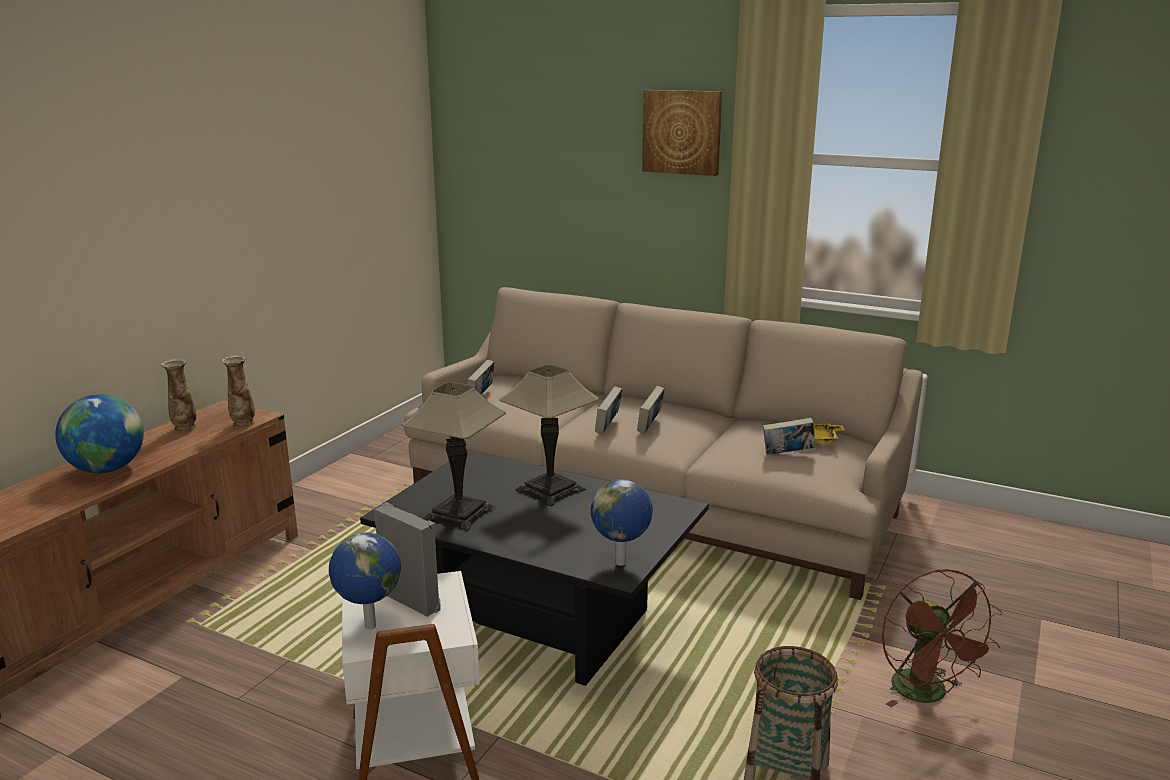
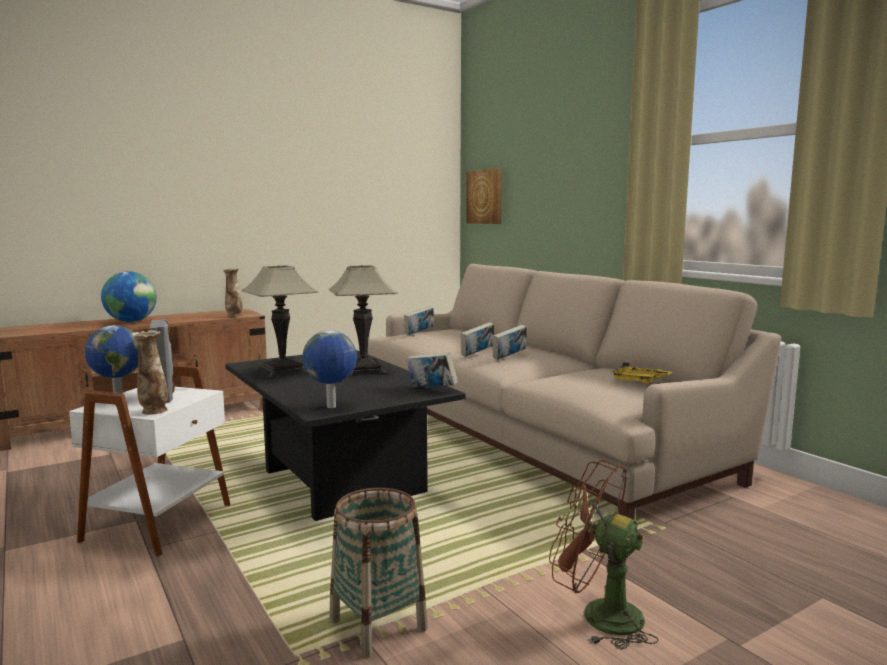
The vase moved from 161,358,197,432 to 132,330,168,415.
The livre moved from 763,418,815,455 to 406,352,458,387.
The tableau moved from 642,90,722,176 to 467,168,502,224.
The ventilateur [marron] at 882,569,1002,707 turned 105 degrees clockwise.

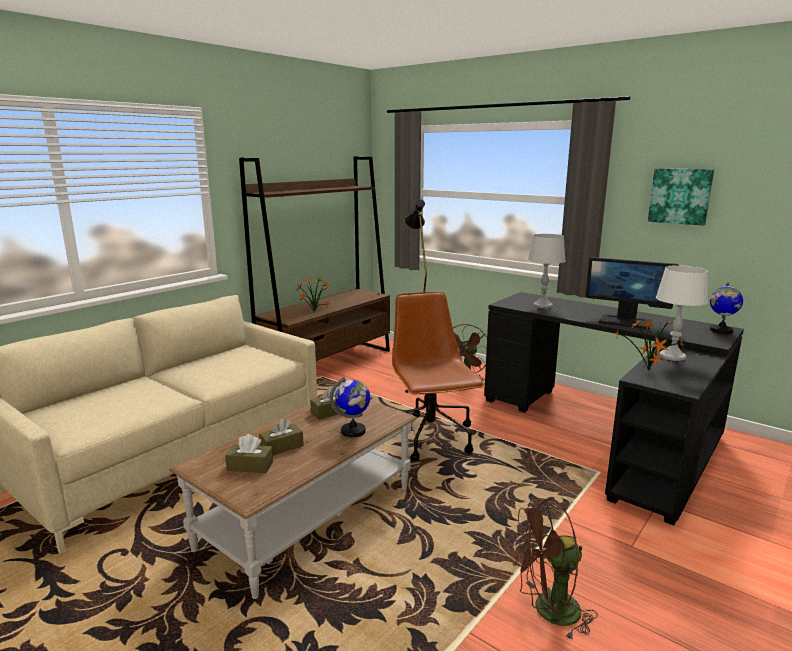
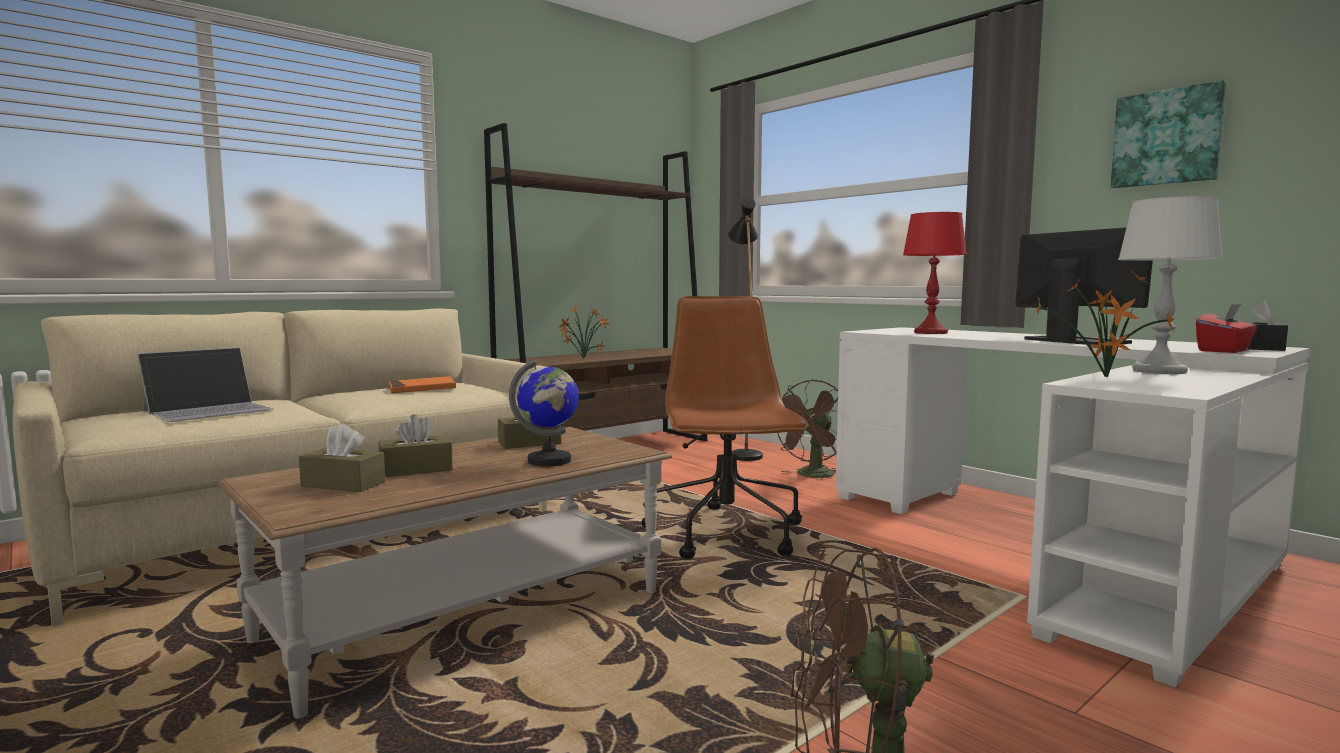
The ordinateur portable at 137,347,273,422 appeared.
The livre [orange] at 388,376,456,393 appeared.
The bureau [noir] at 484,292,744,525 became the bureau [blanc] at 835,327,1310,687.
The lampe de table [gris] at 528,234,566,309 became the lampe de table [rouge] at 903,212,966,334.
The écran d'ordinateur at 586,257,679,329 turned 150 degrees counterclockwise.
The boîte à mouchoirs [rouge] at 1196,304,1257,353 appeared.
The globe at 710,282,743,334 was replaced by the boîte à mouchoirs [noir] at 1245,300,1288,351.

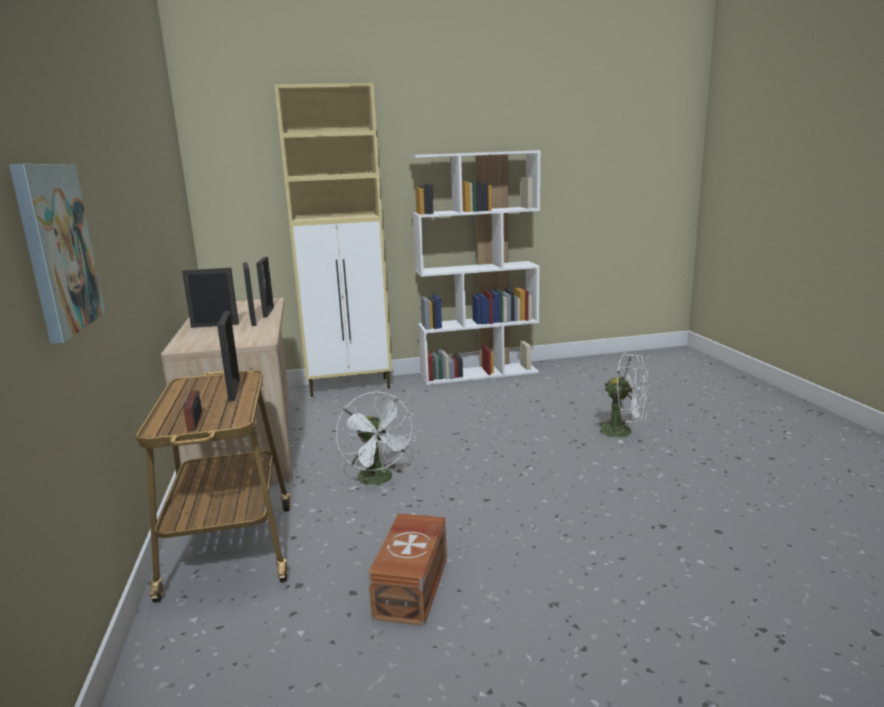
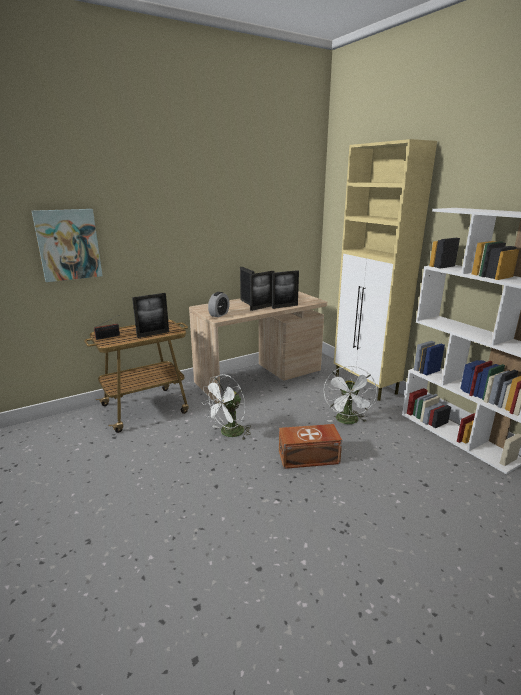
The réveil at 208,292,230,317 appeared.
The boîte de rangement [marron] moved from 368,513,447,626 to 279,424,342,469.
The ventilateur [blanc] moved from 593,353,650,443 to 324,366,377,424.

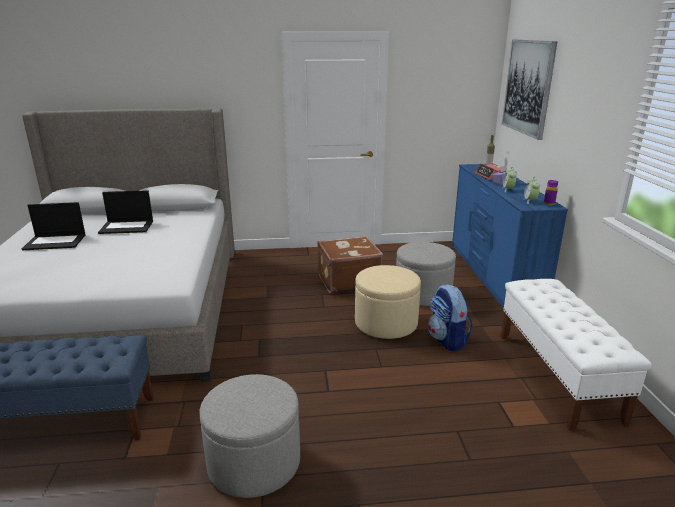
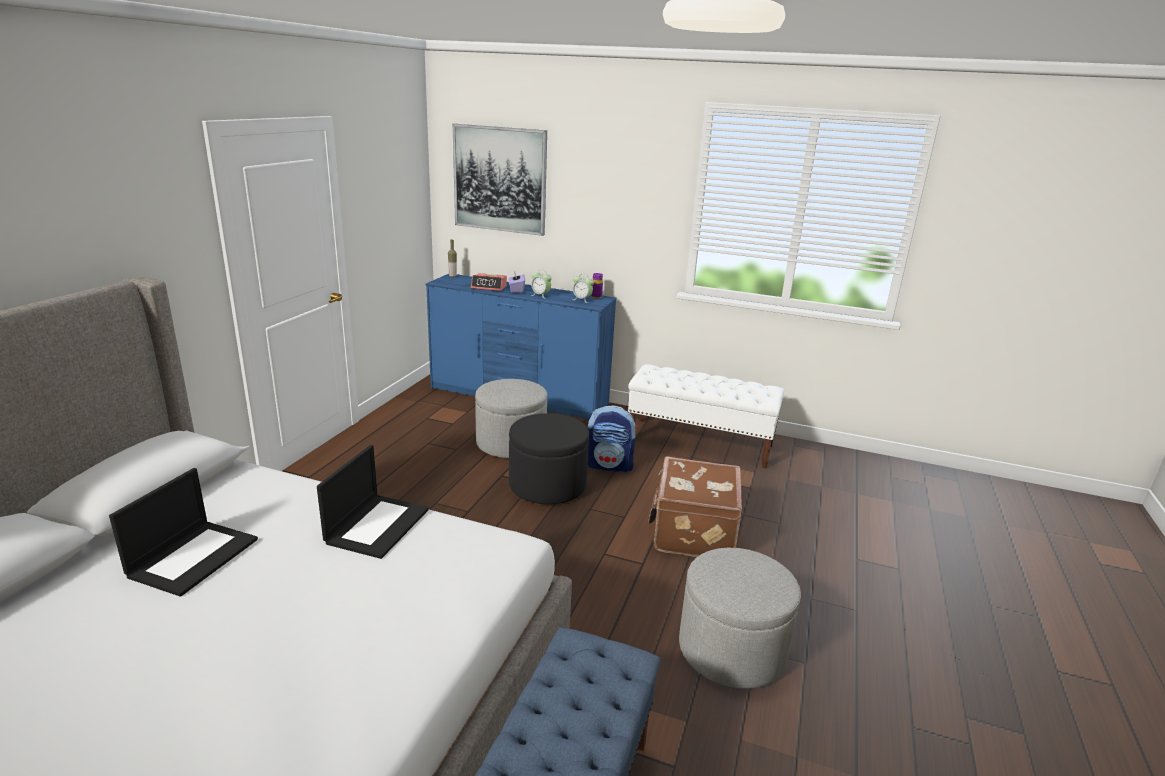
The ordinateur portable moved from 22,202,85,250 to 317,445,429,559.
The pouf [beige] at 355,265,421,339 became the pouf [noir] at 509,413,589,504.
The valise [marron] moved from 317,236,383,294 to 648,457,742,557.

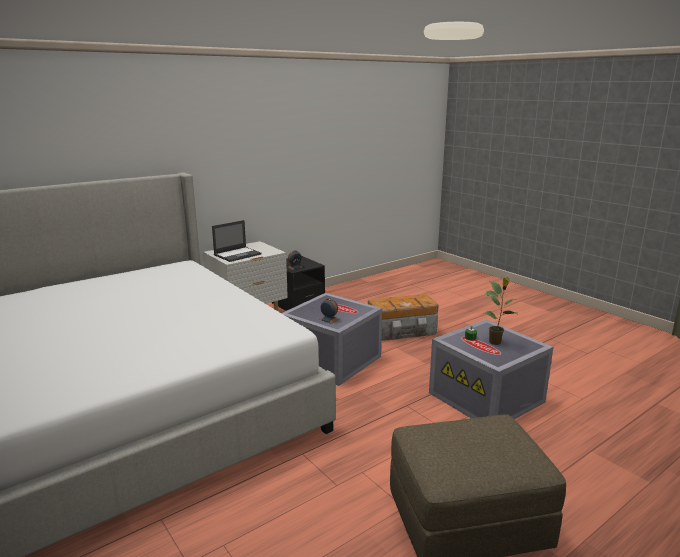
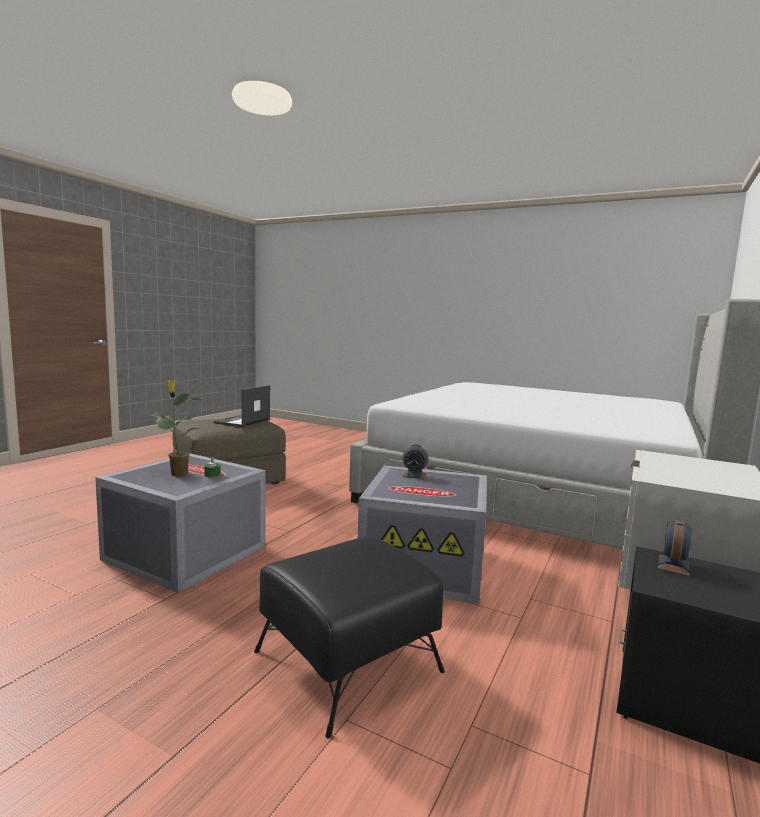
The ordinateur portable moved from 212,220,262,262 to 214,385,270,427.
The boîte de rangement at 368,294,439,341 was replaced by the pouf [noir] at 254,536,445,739.

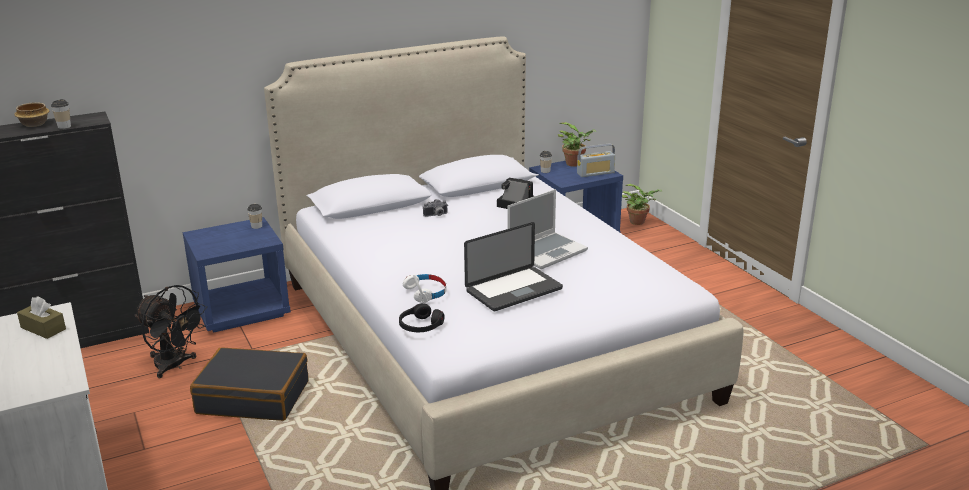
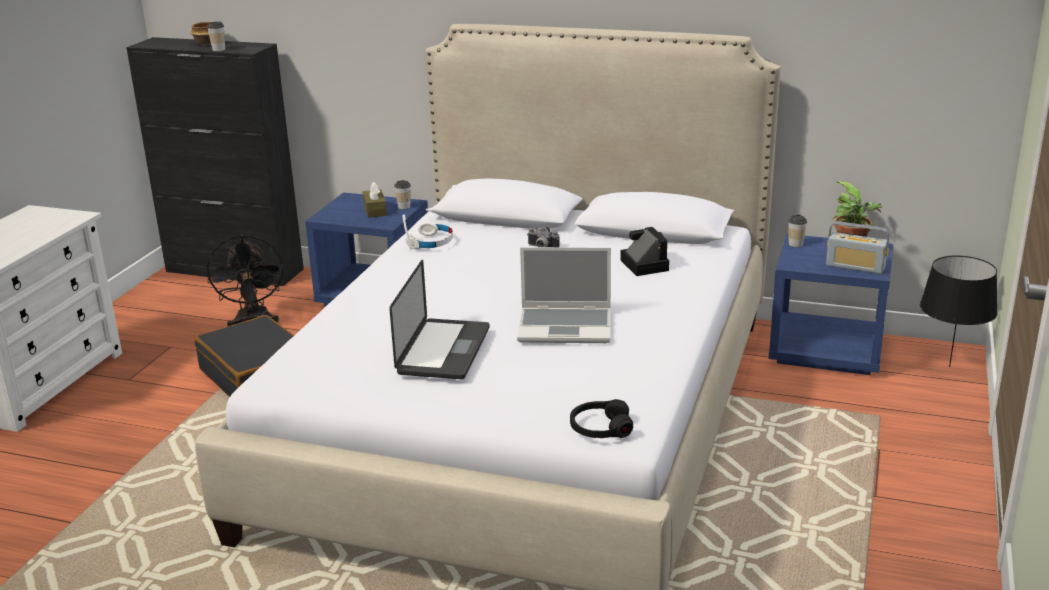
The boîte à mouchoirs [marron] moved from 17,296,66,339 to 363,182,387,218.
The ordinateur portable at 464,222,563,311 turned 90 degrees counterclockwise.
The casque audio [blanc] moved from 403,274,447,303 to 403,215,453,249.
The casque audio [noir] moved from 399,303,444,332 to 570,399,633,438.
The plante en pot at 622,184,662,225 was replaced by the lampe de table [noir] at 920,256,998,367.

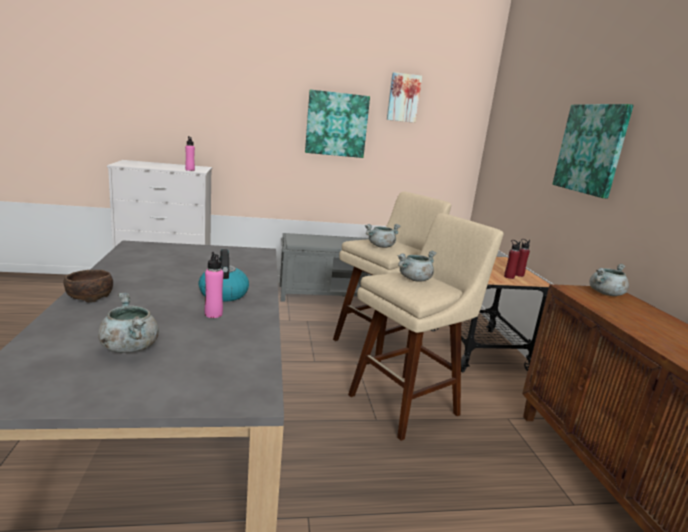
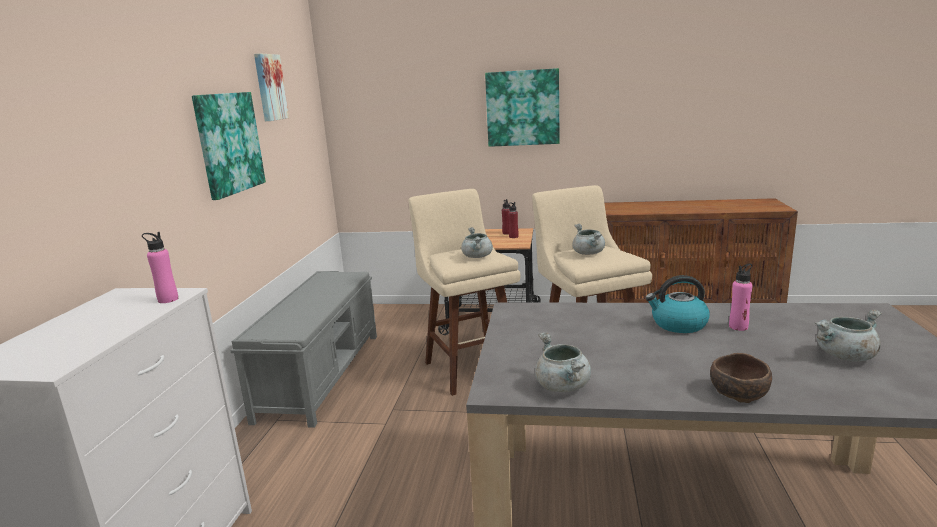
The marmite [gris] moved from 589,264,629,296 to 535,332,591,392.

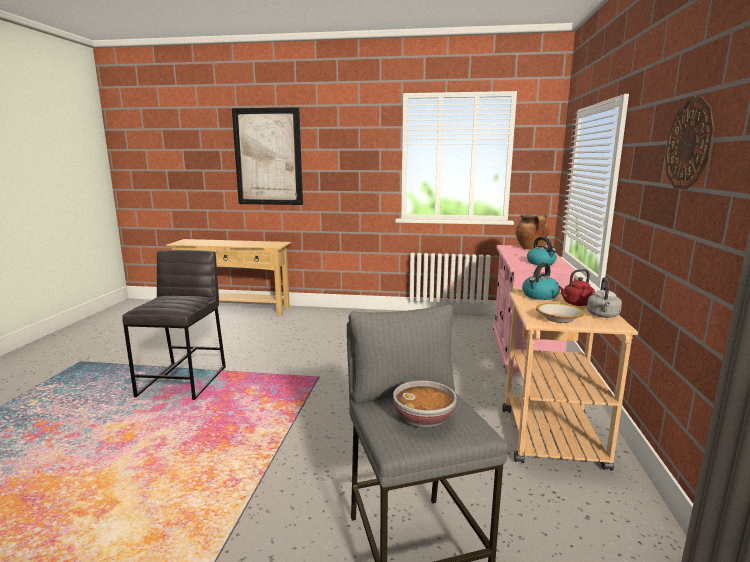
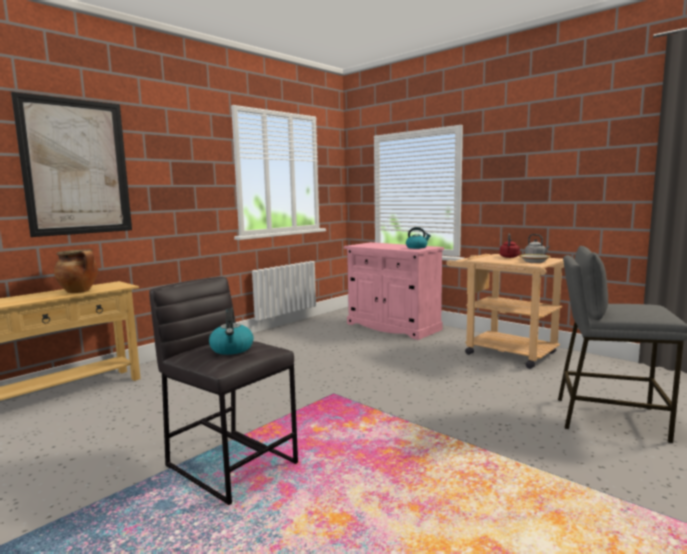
The marmite moved from 516,214,549,249 to 54,249,98,293.
The bouilloire moved from 522,263,560,300 to 209,308,254,355.
The bol at 393,380,457,428 disappeared.
The horloge murale at 665,96,714,190 disappeared.

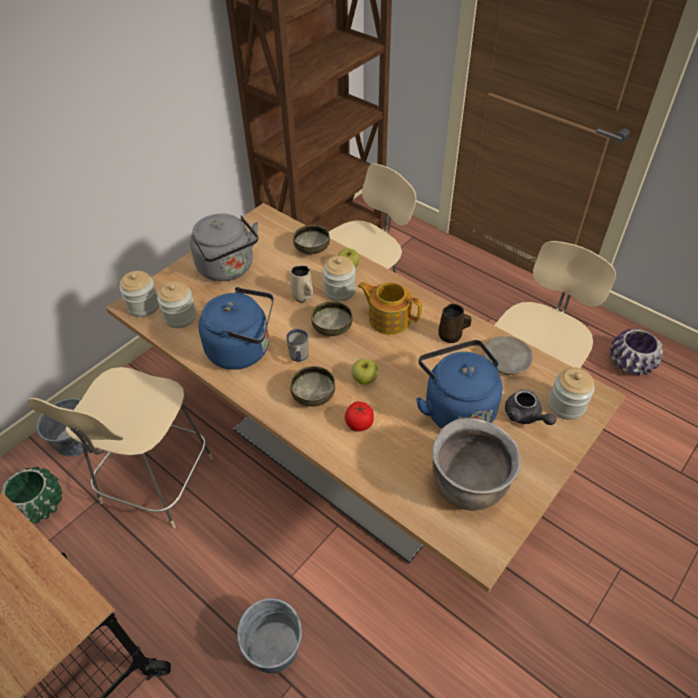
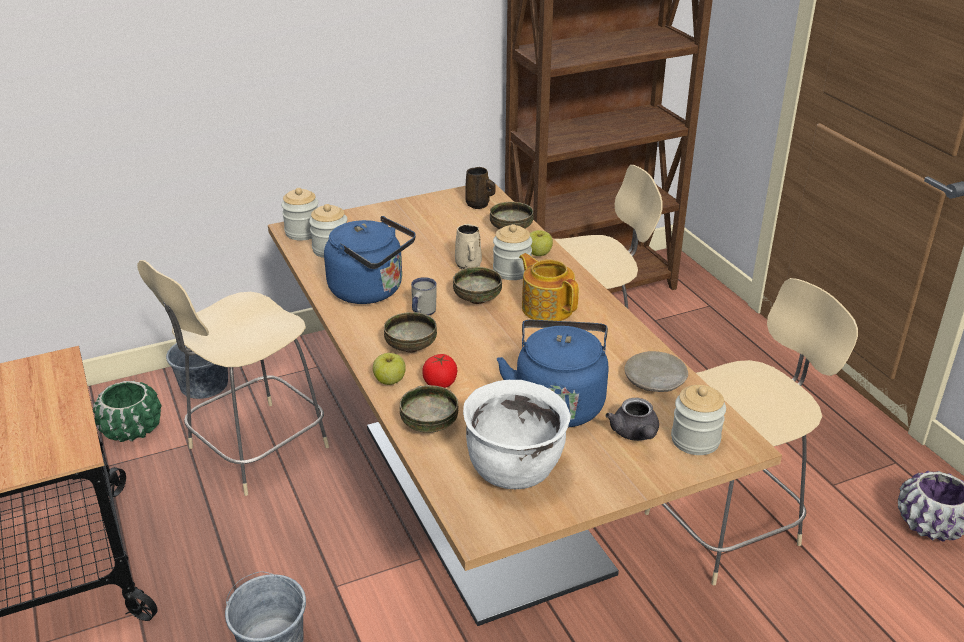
The pomme moved from 352,359,378,384 to 373,353,406,385.
The bol at 400,385,458,433 appeared.
The marmite [marron] at 432,418,521,511 became the marmite [blanc] at 463,380,571,489.
The mug [marron] moved from 438,304,471,343 to 465,167,496,209.
The bouilloire [gris] at 190,213,259,281 disappeared.

